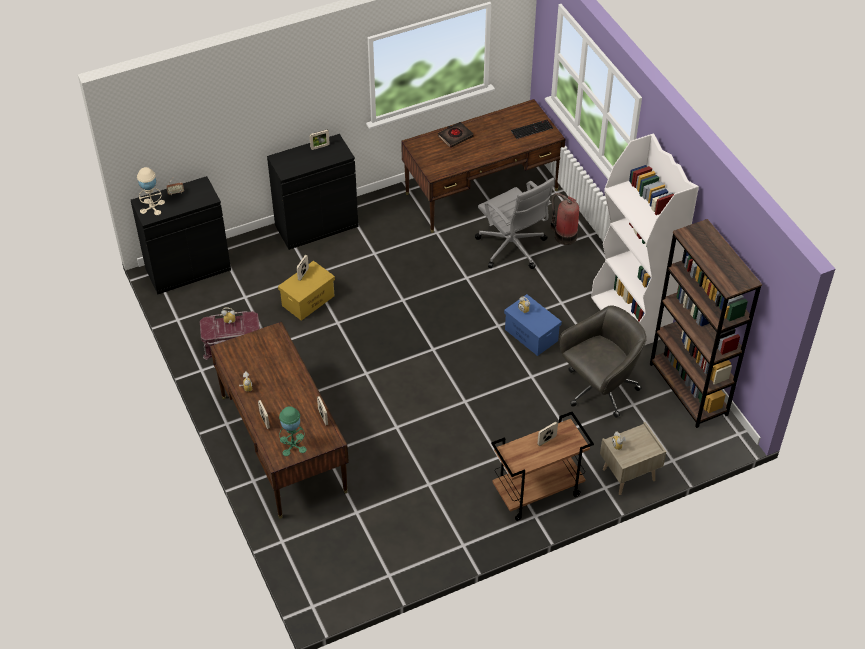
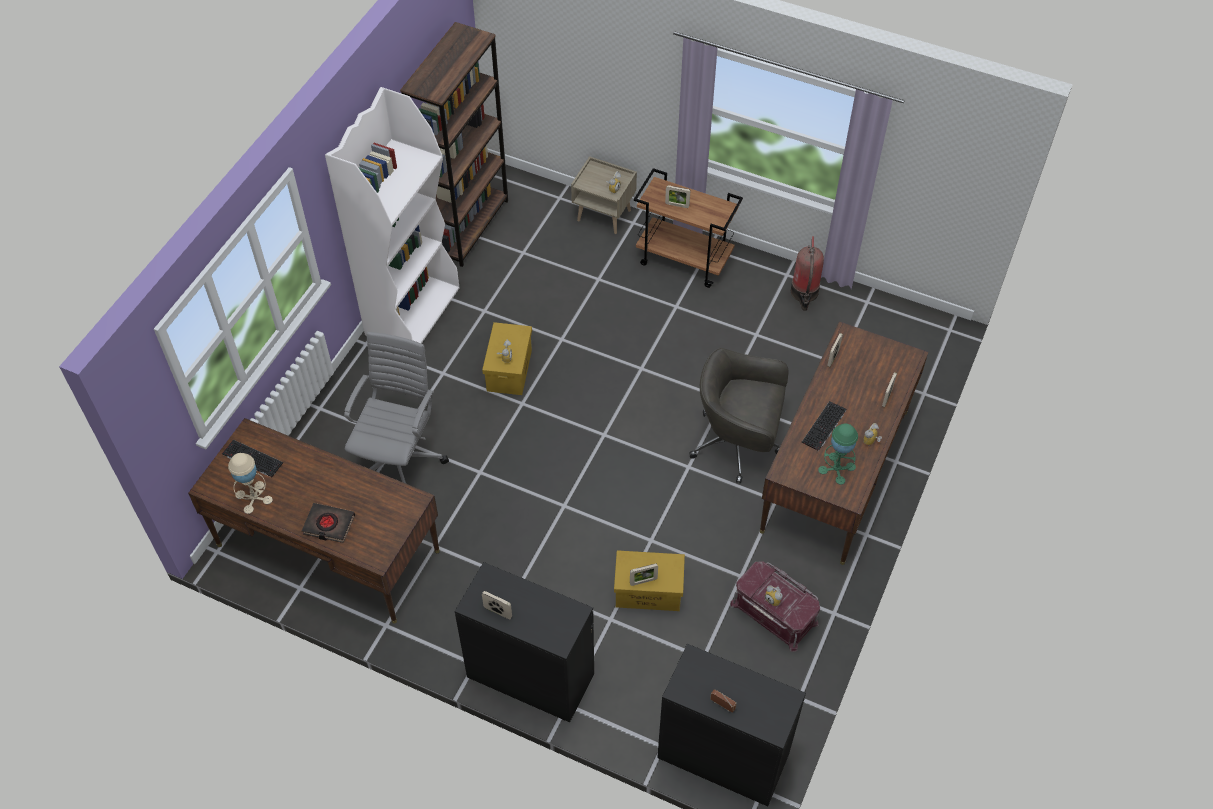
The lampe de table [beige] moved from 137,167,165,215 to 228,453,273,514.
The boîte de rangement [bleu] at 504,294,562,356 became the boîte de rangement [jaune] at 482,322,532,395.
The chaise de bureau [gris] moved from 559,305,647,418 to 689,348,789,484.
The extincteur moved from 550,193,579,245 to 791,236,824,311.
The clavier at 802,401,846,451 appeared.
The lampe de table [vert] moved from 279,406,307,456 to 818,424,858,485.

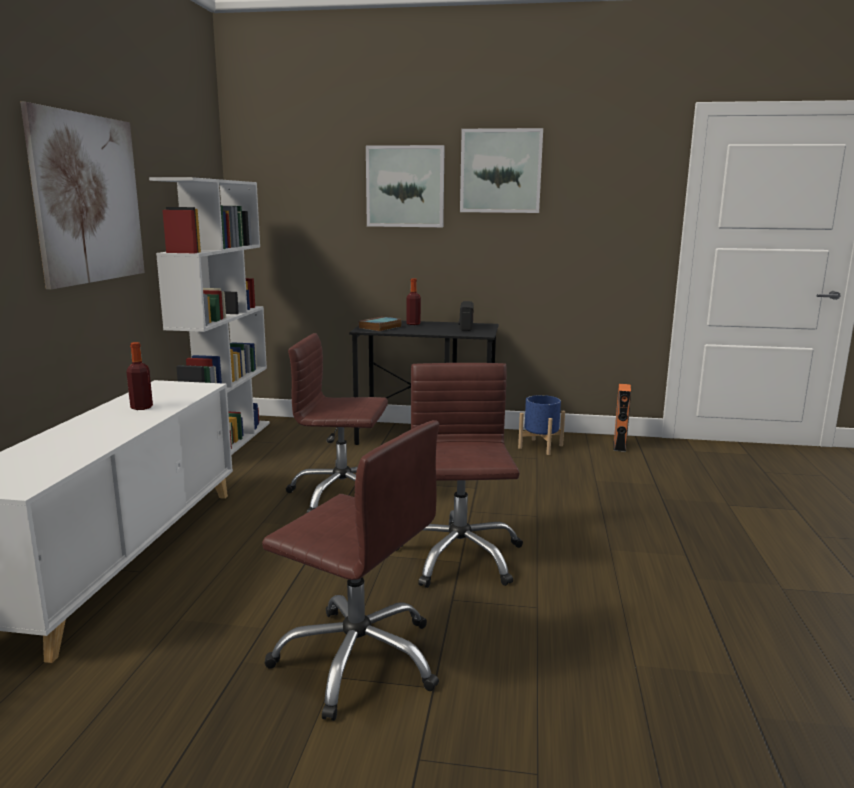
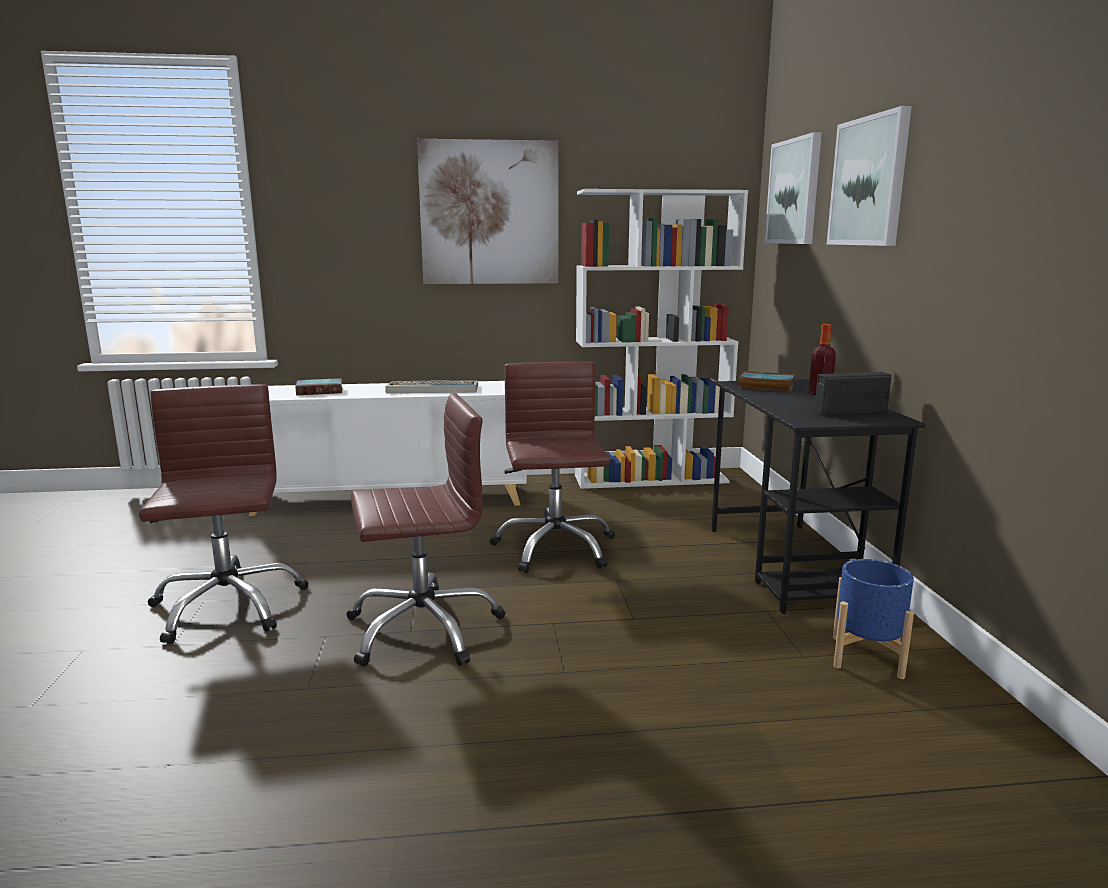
The chaise de bureau [marron] at 262,420,439,721 turned 150 degrees clockwise.
The livre at 295,378,343,395 appeared.
The bouteille at 127,342,153,410 was replaced by the clavier at 385,380,478,393.
The tableau moved from 460,128,543,213 to 764,132,822,244.
The enceinte [orange] at 614,384,631,452 disappeared.

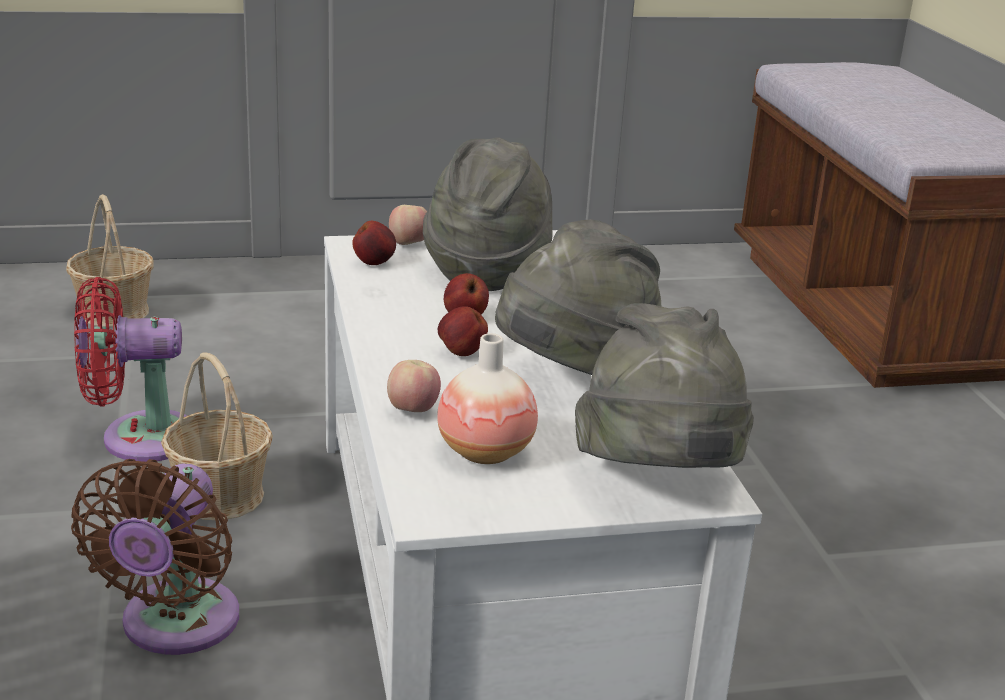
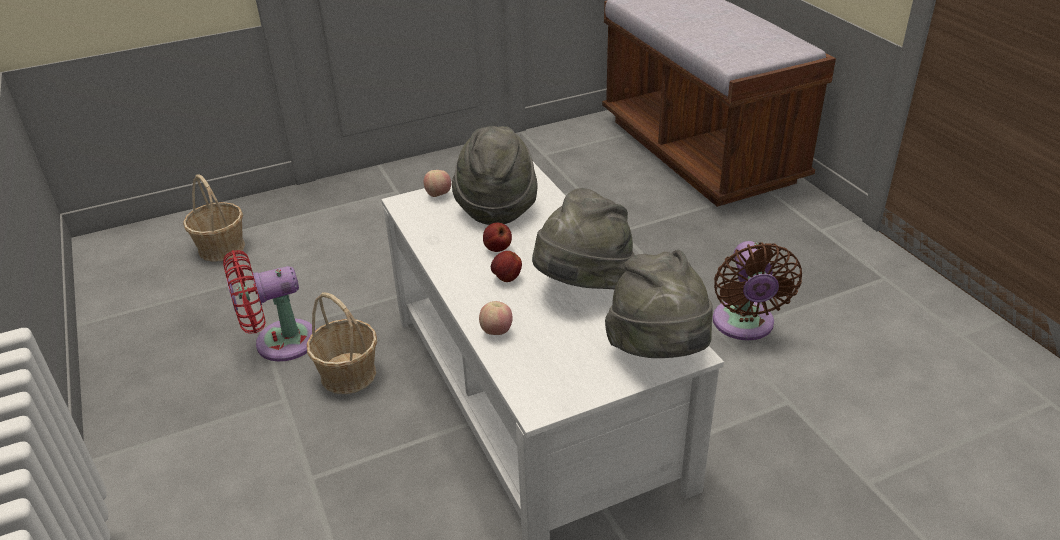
The ventilateur [marron] moved from 71,459,239,655 to 713,241,802,340.
The pomme at 352,221,396,265 disappeared.
The vase at 437,333,538,464 disappeared.

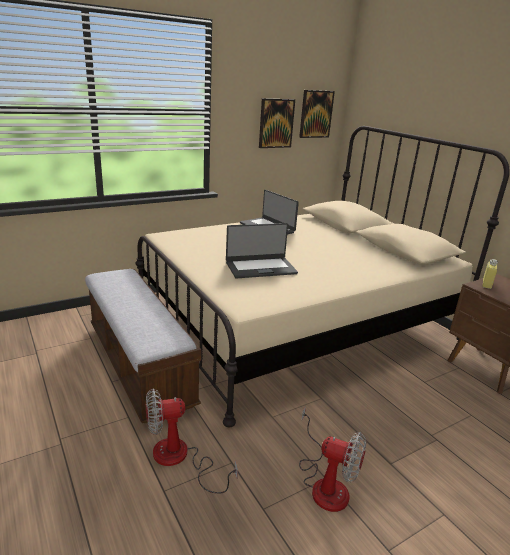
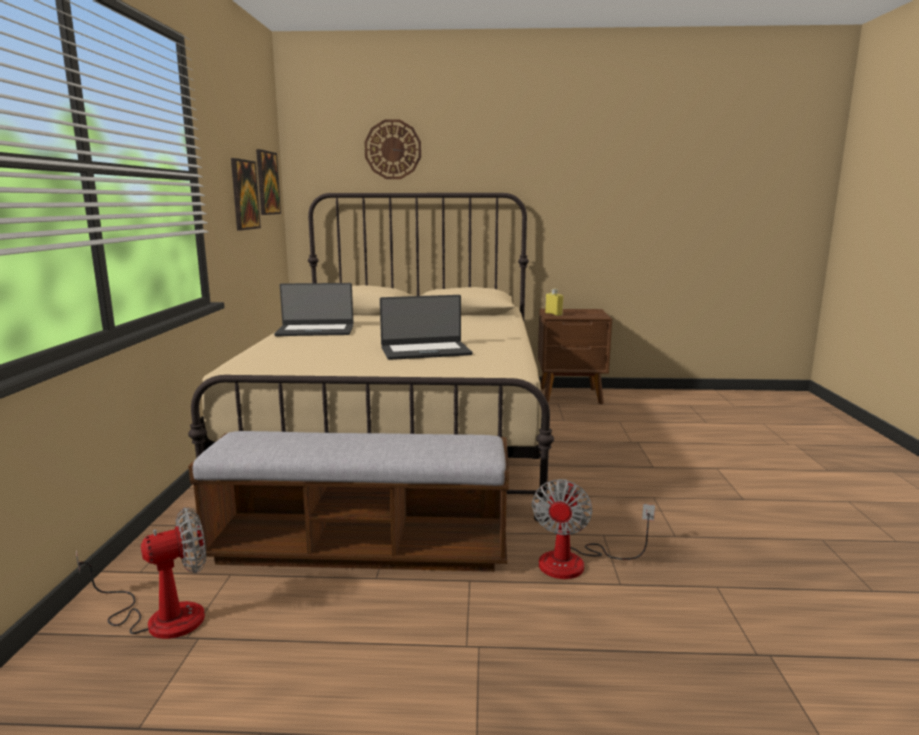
The ventilateur moved from 299,406,367,512 to 76,507,206,639.
The horloge murale at 364,119,421,179 appeared.
The ordinateur portable at 226,223,298,279 turned 60 degrees clockwise.

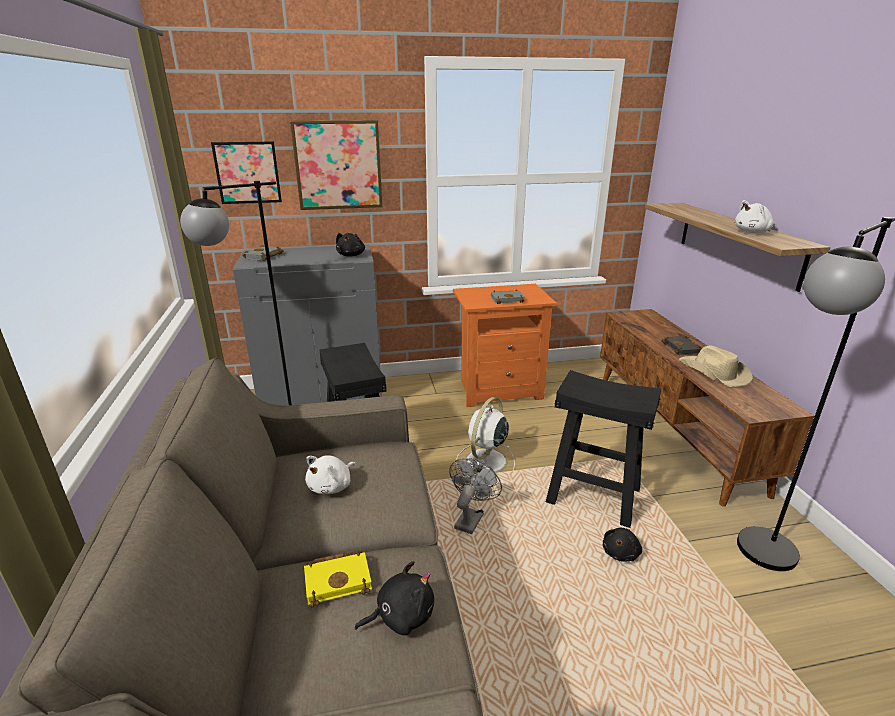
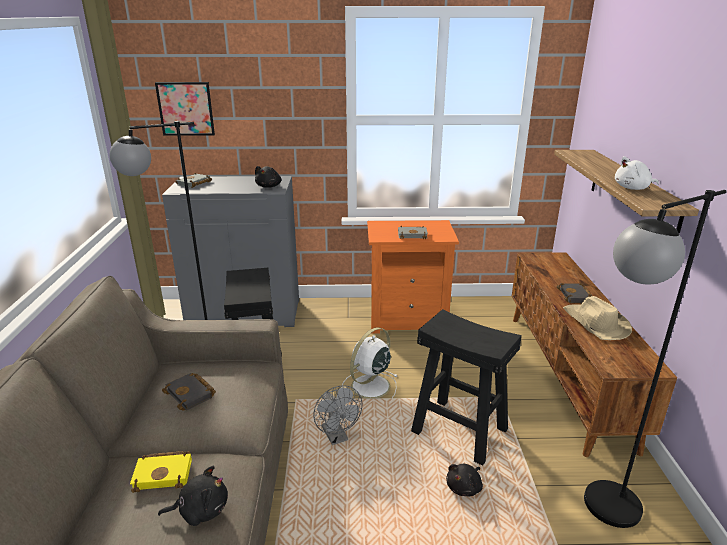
The peluche [blanc] at 305,455,356,494 was replaced by the livre [noir] at 162,373,216,411.
The ventilateur [gris] at 449,458,502,534 turned 120 degrees clockwise.
The tableau at 290,120,383,210 disappeared.

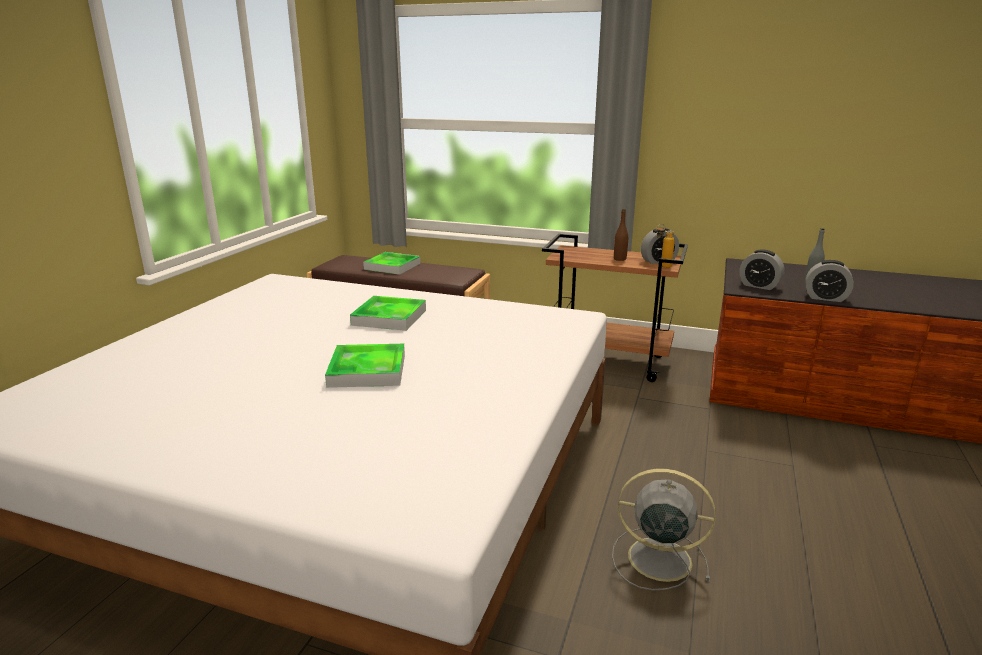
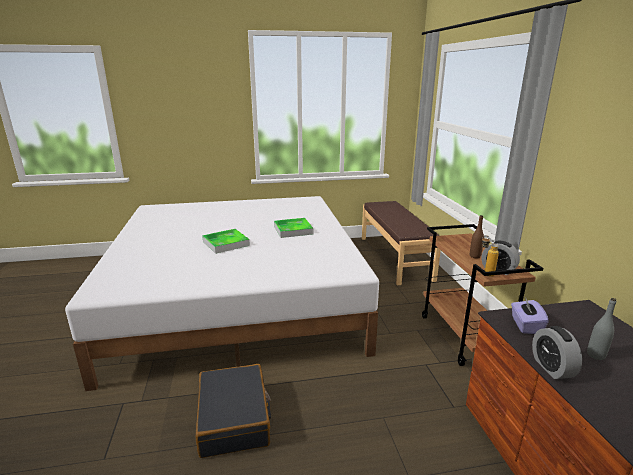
The ventilateur [gris] at 612,469,716,590 was replaced by the valise [noir] at 195,364,271,458.
The réveil at 739,250,785,290 was replaced by the boîte à mouchoirs [violet] at 511,297,549,334.
The plateau at 363,252,420,275 disappeared.

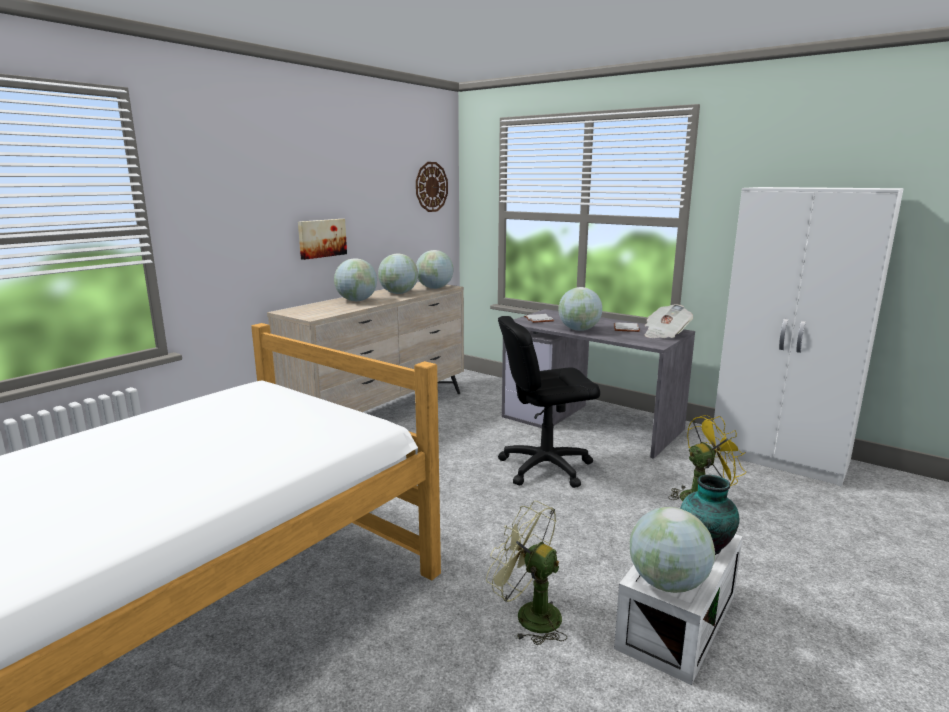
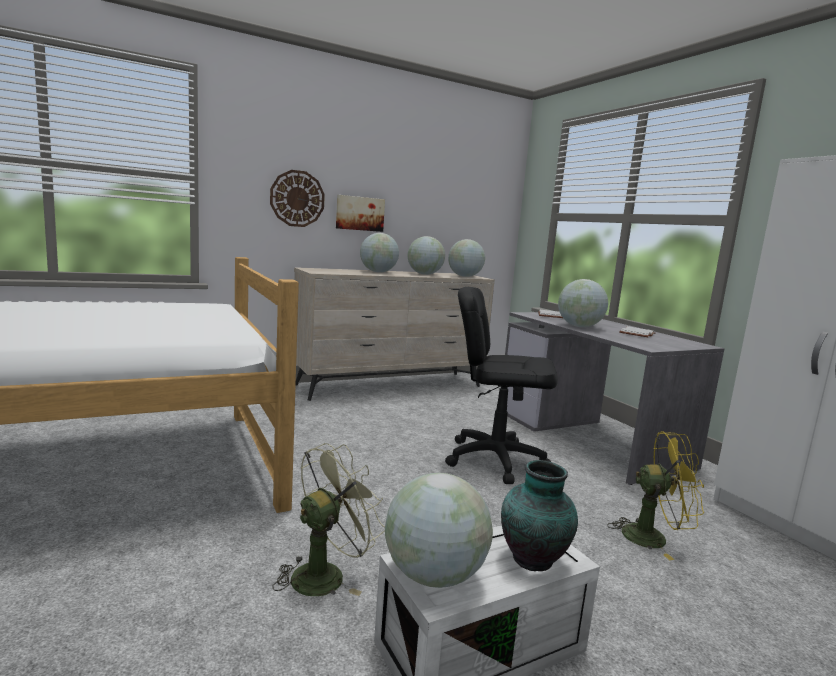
The horloge murale moved from 416,162,448,212 to 270,170,325,227.
The ventilateur [vert] at 486,501,567,645 turned 75 degrees clockwise.
The journal at 645,304,693,338 disappeared.

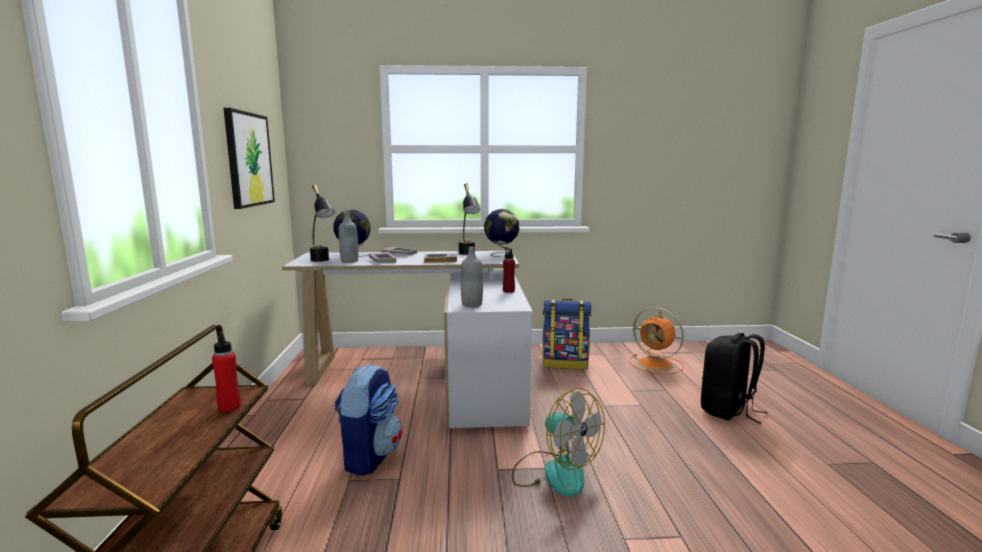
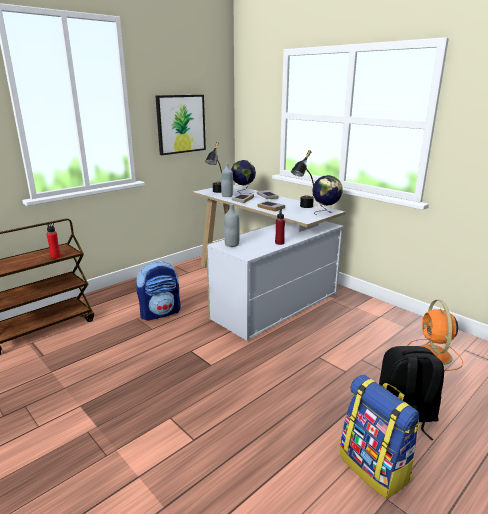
The sac à dos moved from 543,298,591,369 to 339,375,421,499.
The ventilateur at 512,388,605,497 disappeared.

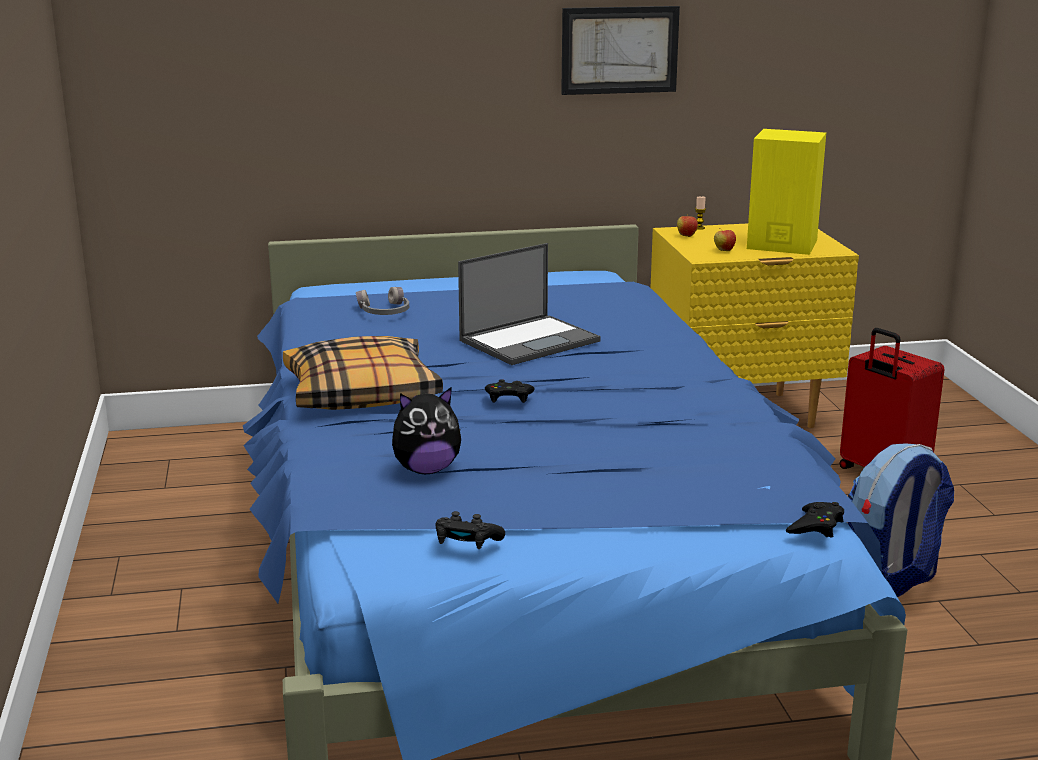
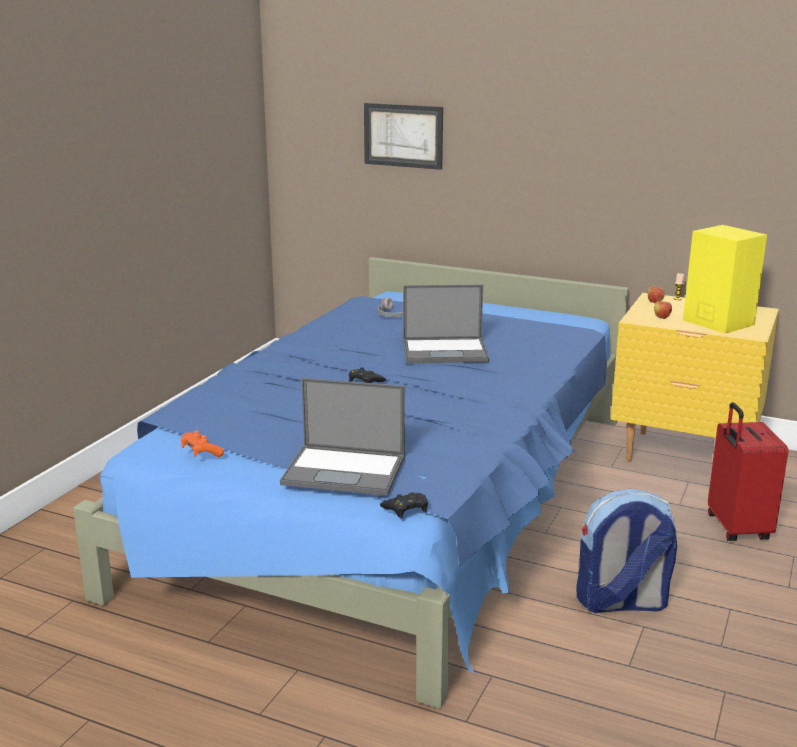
The manette [noir] at 436,511,505,549 became the manette [orange] at 181,430,224,457.
The ordinateur portable at 280,378,405,496 appeared.
The tableau moved from 561,6,680,95 to 364,103,443,170.
The coussin at 283,336,443,410 disappeared.
The peluche at 392,387,461,474 disappeared.

